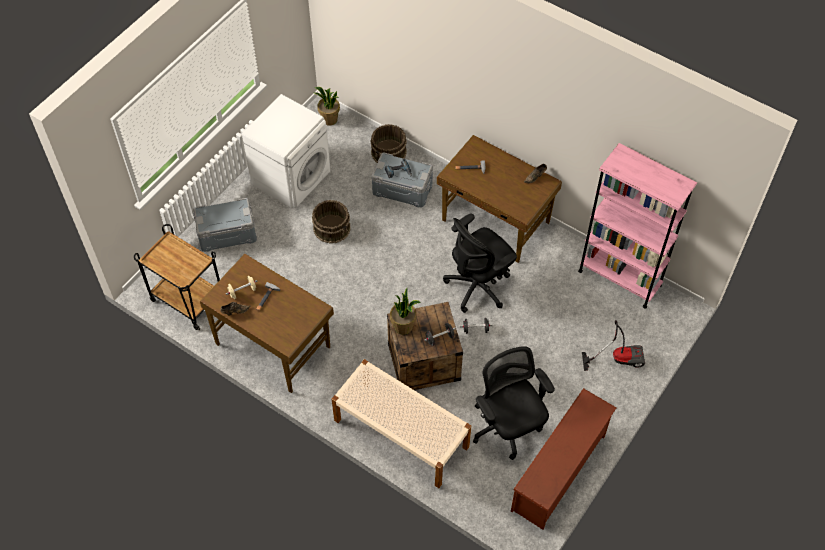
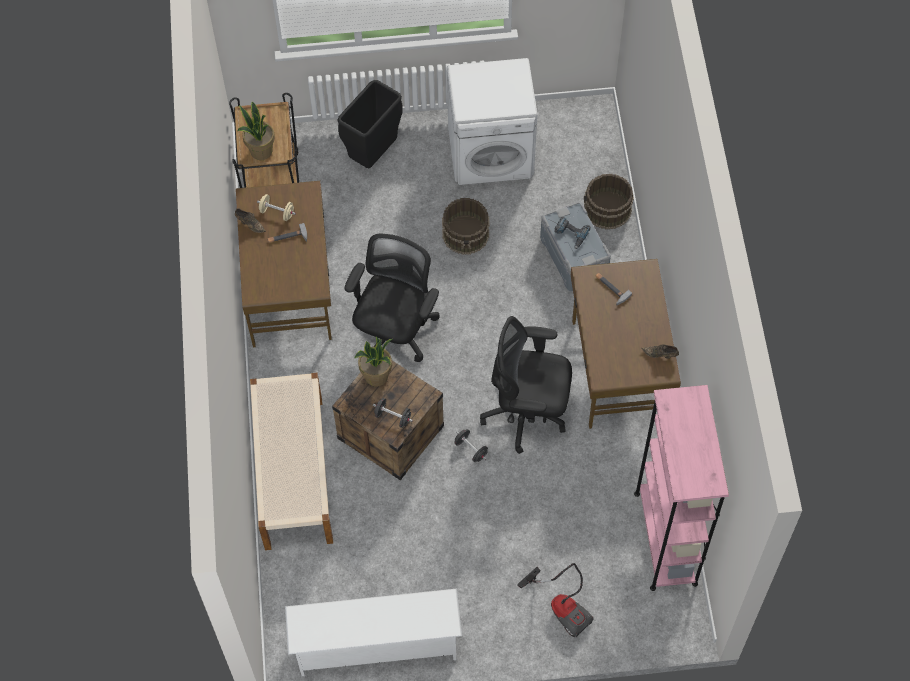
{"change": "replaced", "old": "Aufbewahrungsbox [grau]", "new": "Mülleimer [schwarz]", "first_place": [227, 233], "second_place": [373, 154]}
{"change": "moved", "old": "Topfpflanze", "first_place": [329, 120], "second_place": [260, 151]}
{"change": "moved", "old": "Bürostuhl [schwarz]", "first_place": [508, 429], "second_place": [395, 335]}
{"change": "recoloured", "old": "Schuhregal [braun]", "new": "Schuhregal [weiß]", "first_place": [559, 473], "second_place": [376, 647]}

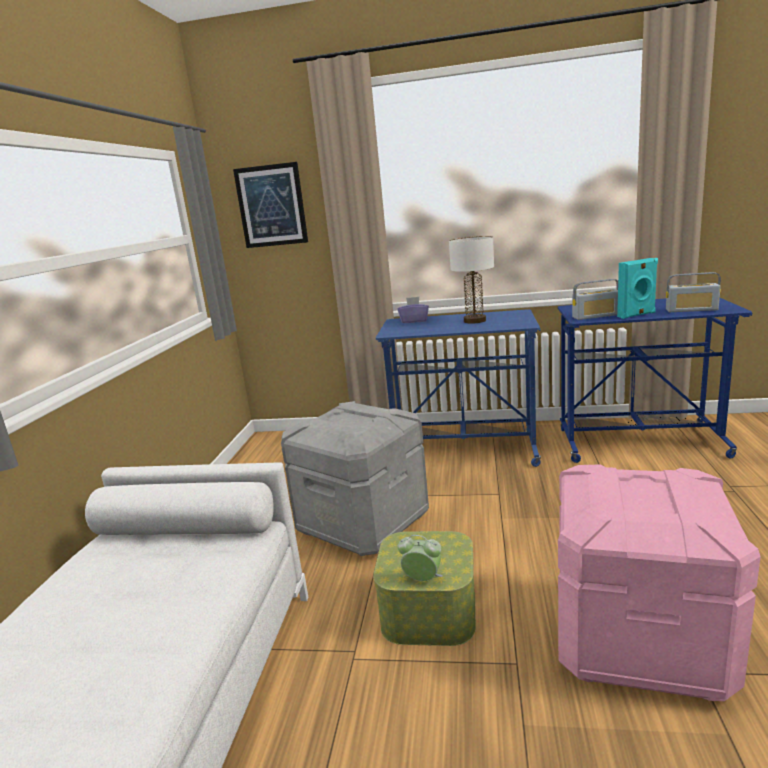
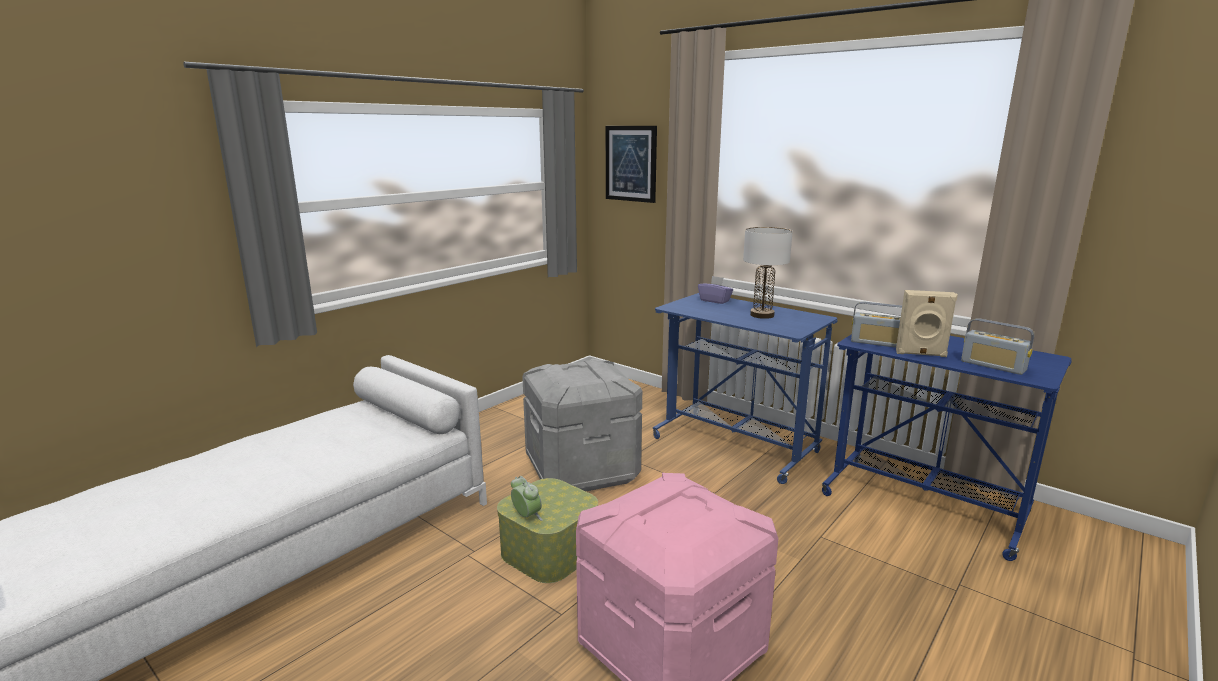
{"change": "recoloured", "old": "Lautsprecher [türkis]", "new": "Lautsprecher [beige]", "first_place": [637, 315], "second_place": [921, 354]}

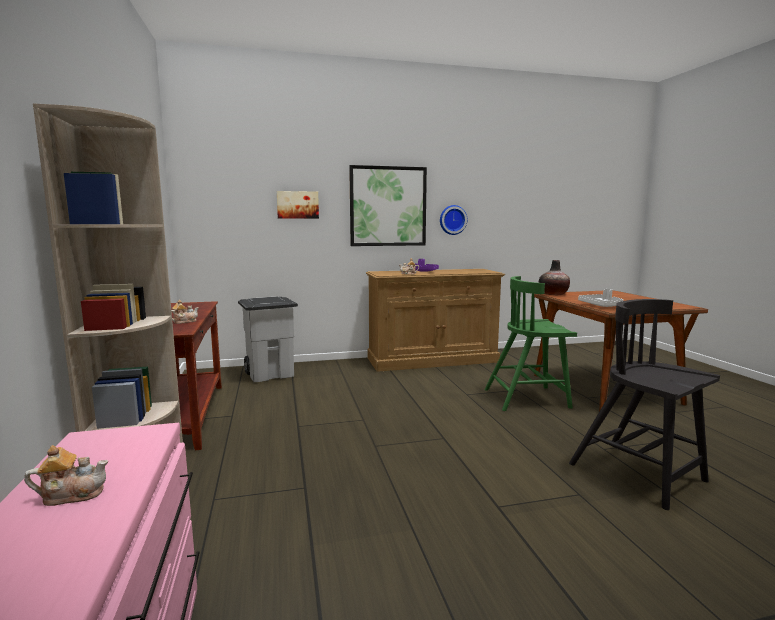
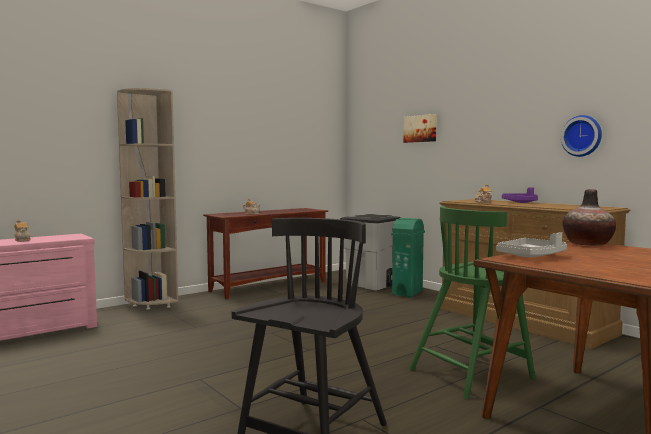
{"change": "removed", "old": "Bild", "first_place": [388, 206]}
{"change": "turned", "old": "Stuhl [grün]", "first_place": [528, 398], "second_place": [473, 373], "degrees": -90}
{"change": "added", "new": "Mülleimer [grün]", "second_place": [407, 292]}

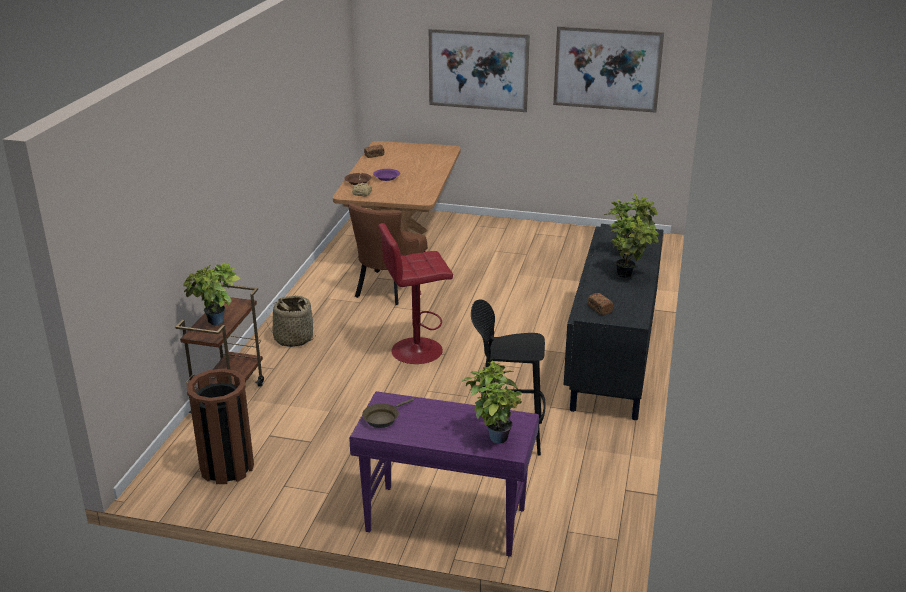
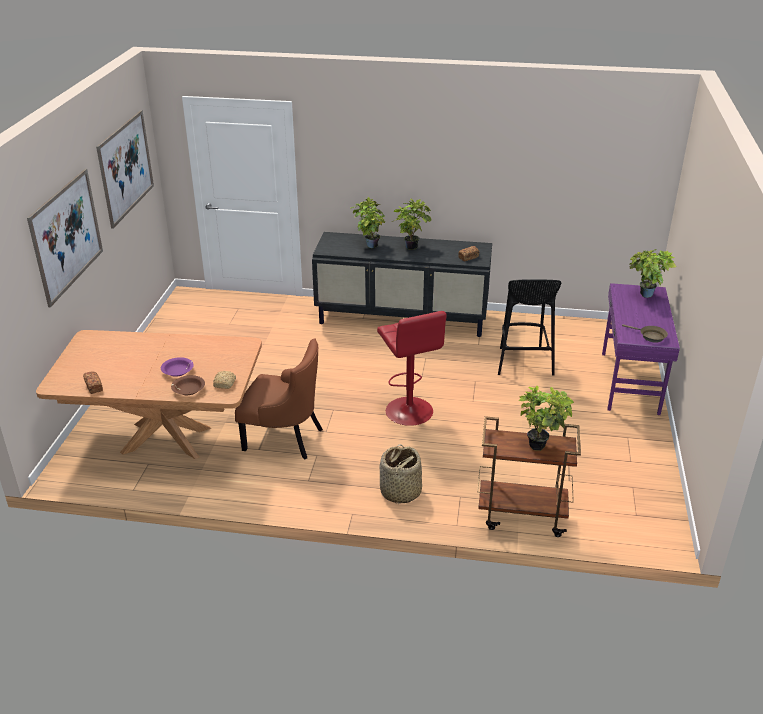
{"change": "removed", "old": "Mülleimer [braun]", "first_place": [227, 467]}

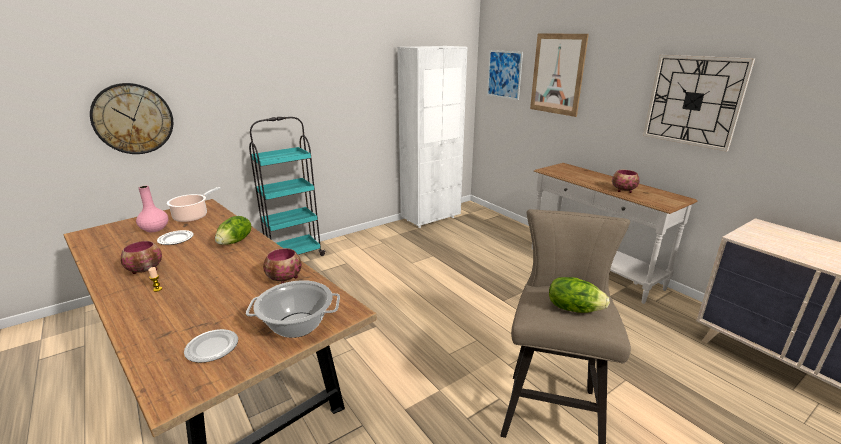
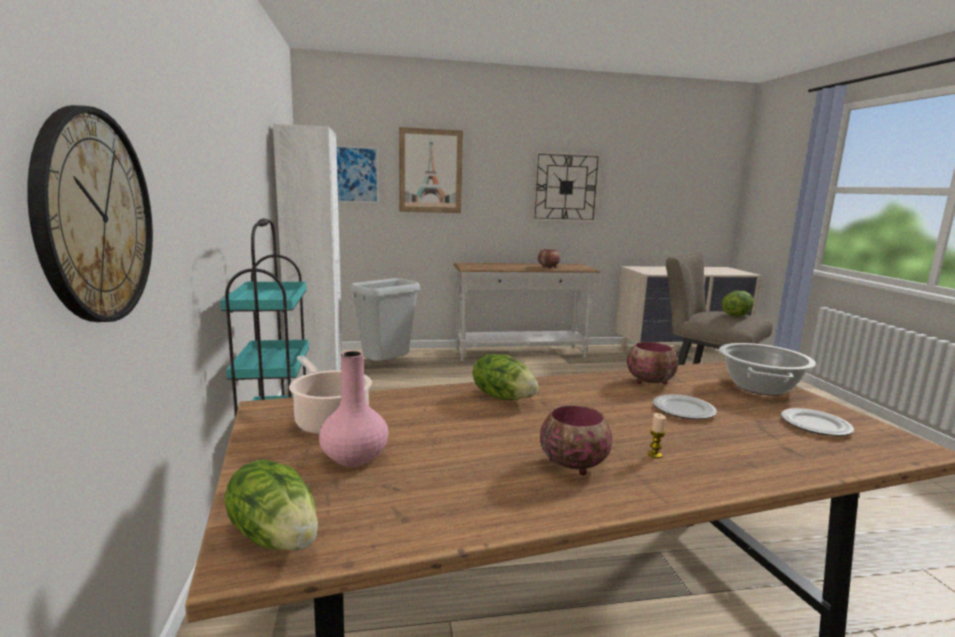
{"change": "moved", "old": "Teller", "first_place": [175, 239], "second_place": [684, 410]}
{"change": "added", "new": "Salatkopf", "second_place": [276, 536]}
{"change": "added", "new": "Mülleimer [grau]", "second_place": [386, 368]}

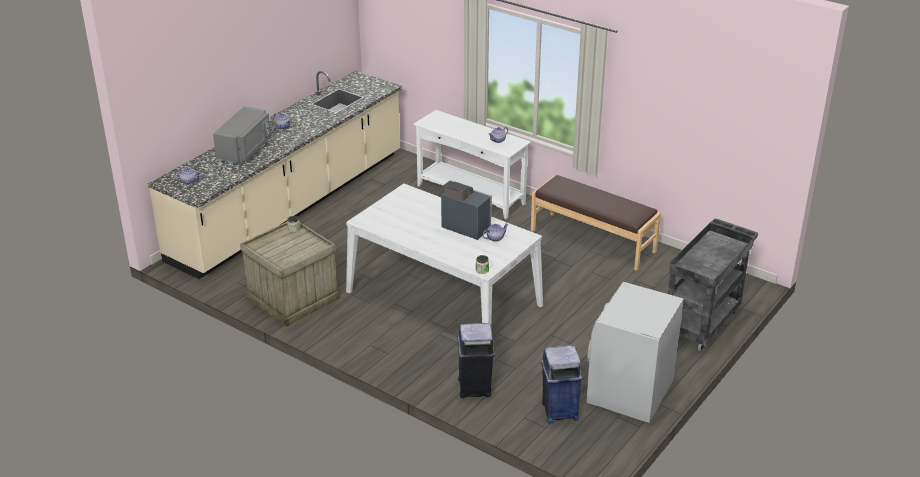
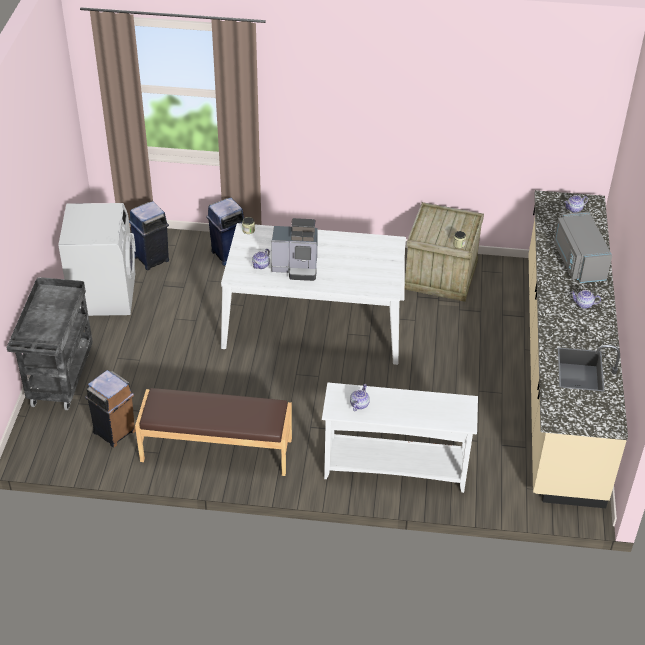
{"change": "added", "new": "Mülleimer [braun]", "second_place": [115, 432]}

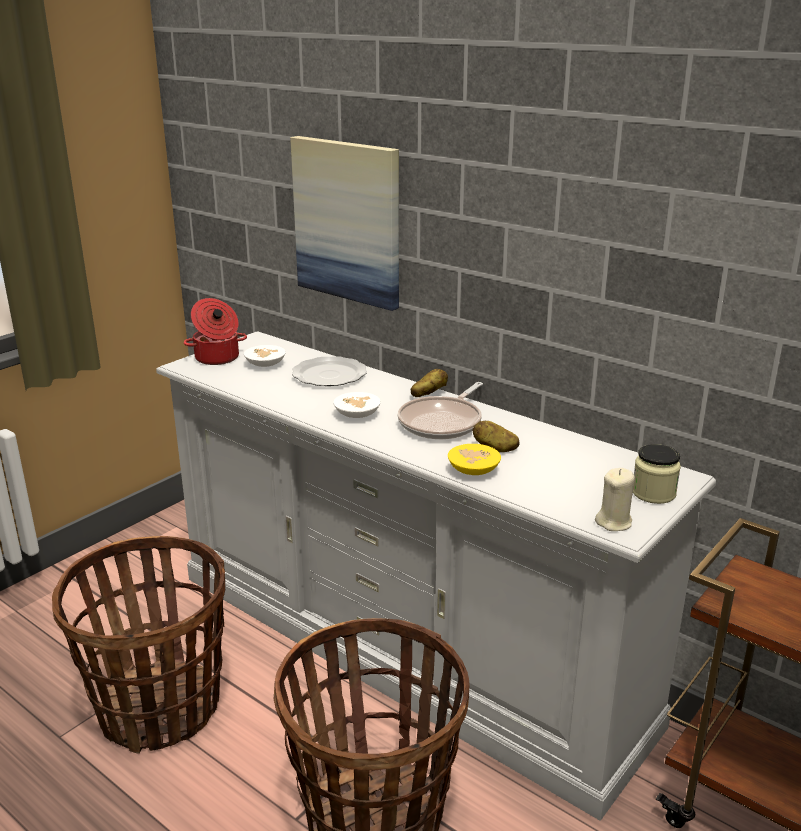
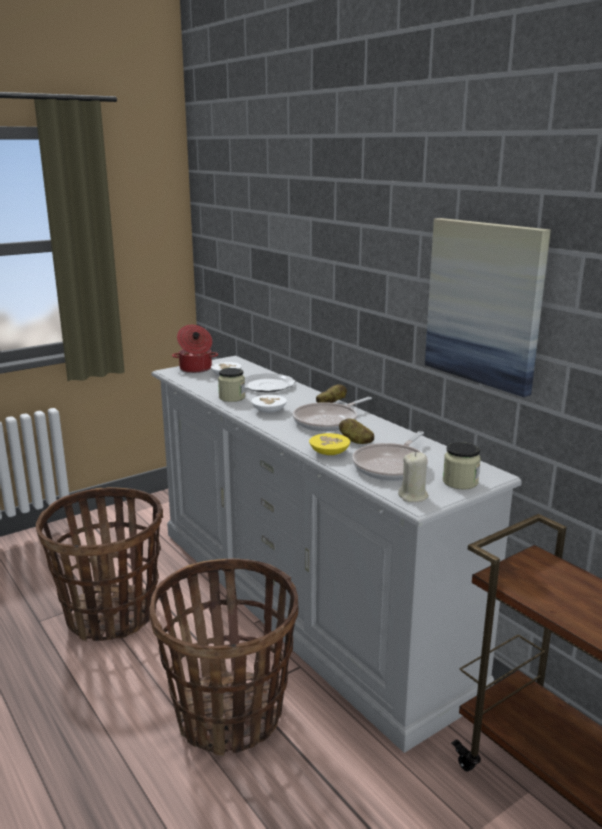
{"change": "moved", "old": "Bild", "first_place": [348, 221], "second_place": [484, 303]}
{"change": "added", "new": "Vorratsglas", "second_place": [232, 397]}
{"change": "added", "new": "Pfanne", "second_place": [392, 466]}

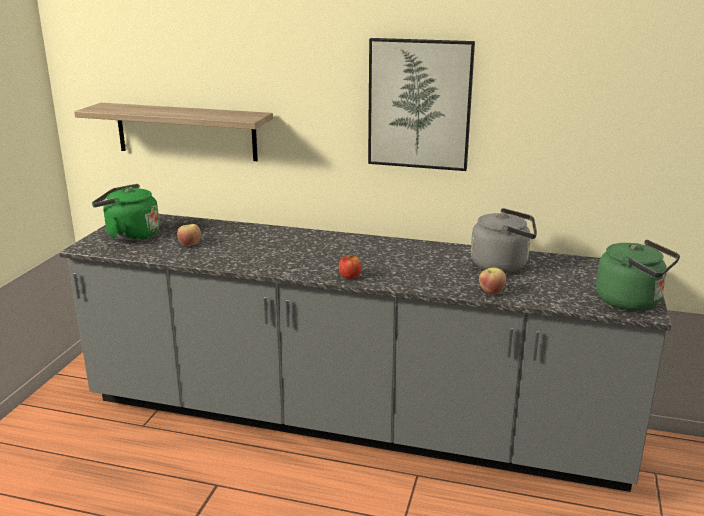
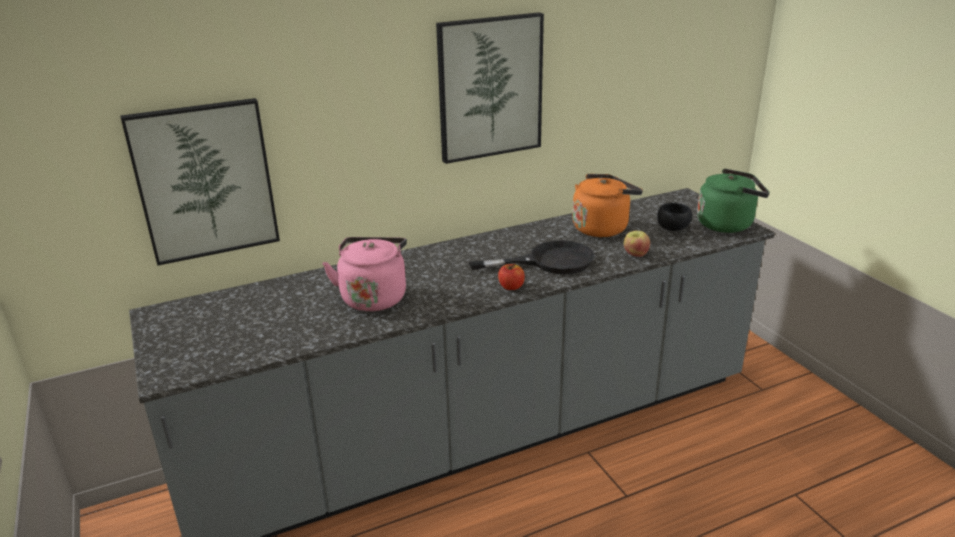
{"change": "replaced", "old": "Wandregal", "new": "Bild", "first_place": [186, 131], "second_place": [205, 181]}
{"change": "removed", "old": "Wasserkessel [grün]", "first_place": [129, 235]}
{"change": "removed", "old": "Apfel", "first_place": [190, 244]}
{"change": "recoloured", "old": "Wasserkessel [grau]", "new": "Wasserkessel [orange]", "first_place": [503, 265], "second_place": [602, 227]}
{"change": "added", "new": "Wasserkessel [rosa]", "second_place": [374, 297]}
{"change": "added", "new": "Pfanne [schwarz]", "second_place": [549, 261]}
{"change": "added", "new": "Schüssel [schwarz]", "second_place": [673, 228]}

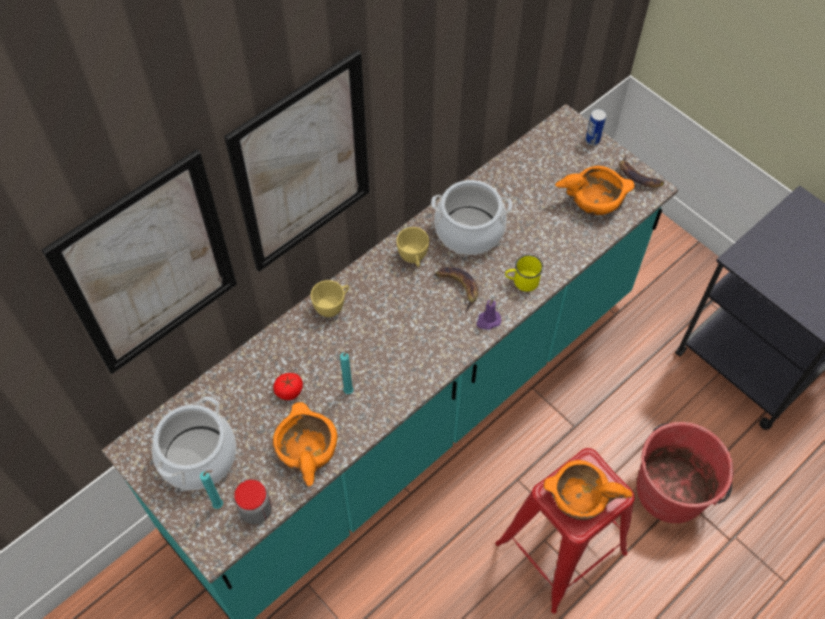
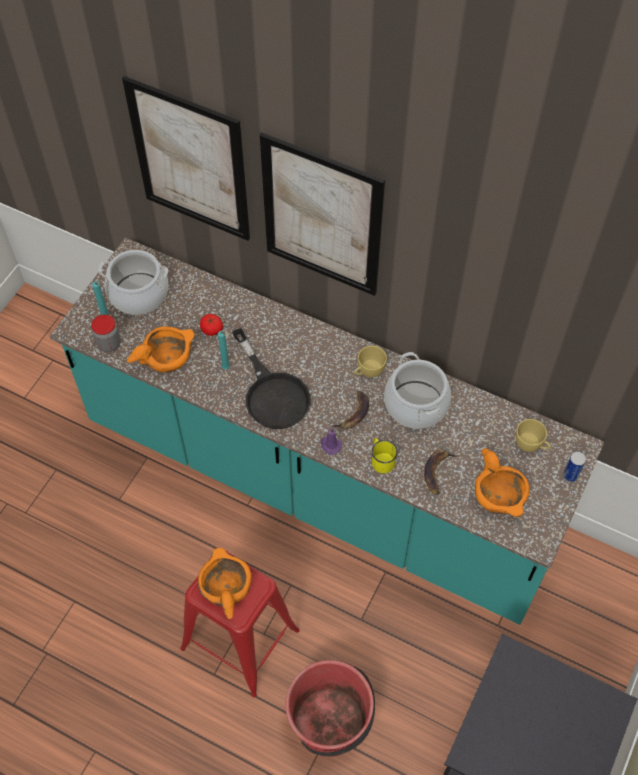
{"change": "moved", "old": "Tasse [gelb]", "first_place": [332, 306], "second_place": [531, 445]}
{"change": "moved", "old": "Banane", "first_place": [637, 176], "second_place": [437, 471]}
{"change": "added", "new": "Pfanne [schwarz]", "second_place": [272, 393]}

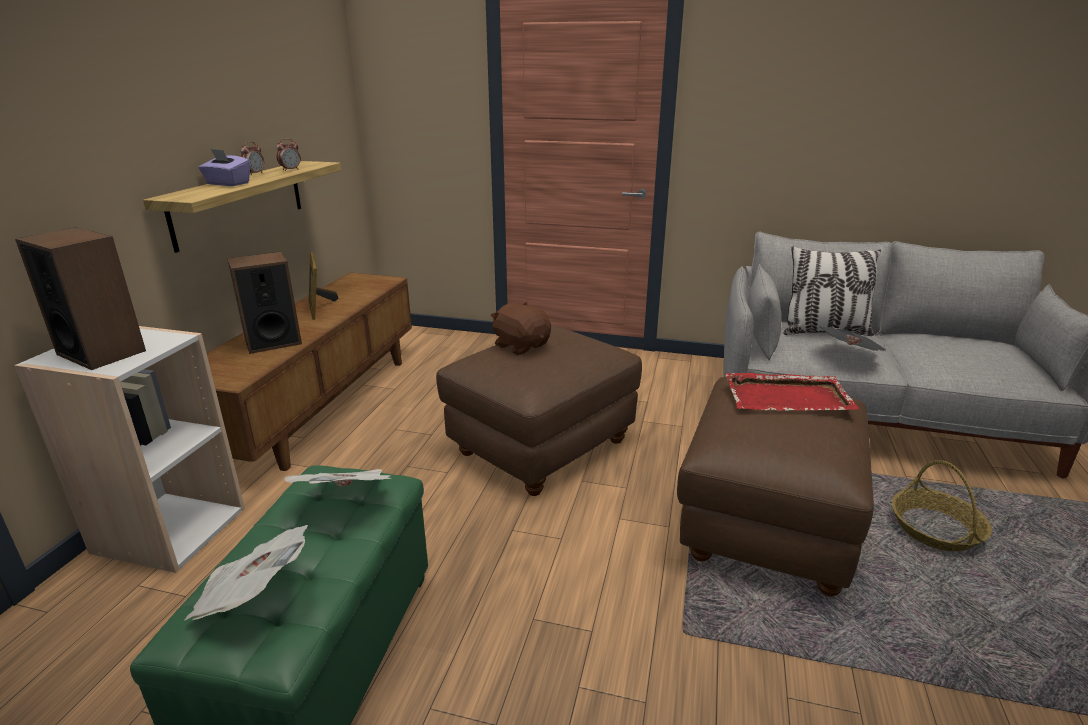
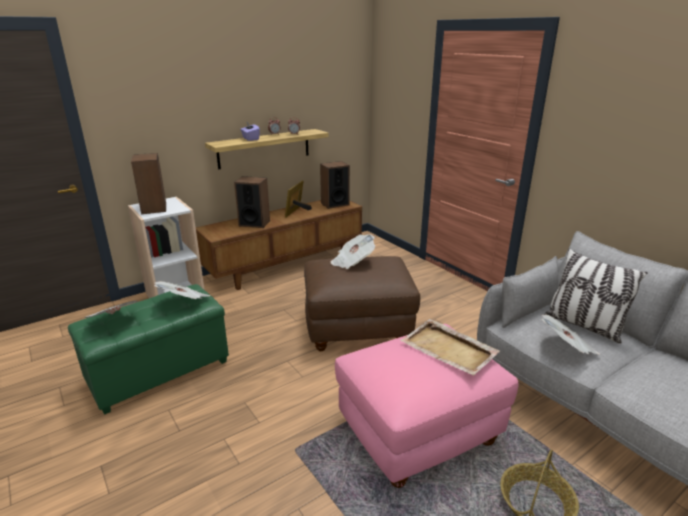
{"change": "replaced", "old": "Plüschtier [braun]", "new": "Zeitung", "first_place": [521, 345], "second_place": [352, 262]}
{"change": "recoloured", "old": "Polsterhocker [braun]", "new": "Polsterhocker [rosa]", "first_place": [765, 523], "second_place": [419, 430]}
{"change": "recoloured", "old": "Tablett [rot]", "new": "Tablett [beige]", "first_place": [788, 397], "second_place": [449, 349]}
{"change": "added", "new": "Lautsprecher", "second_place": [334, 204]}

